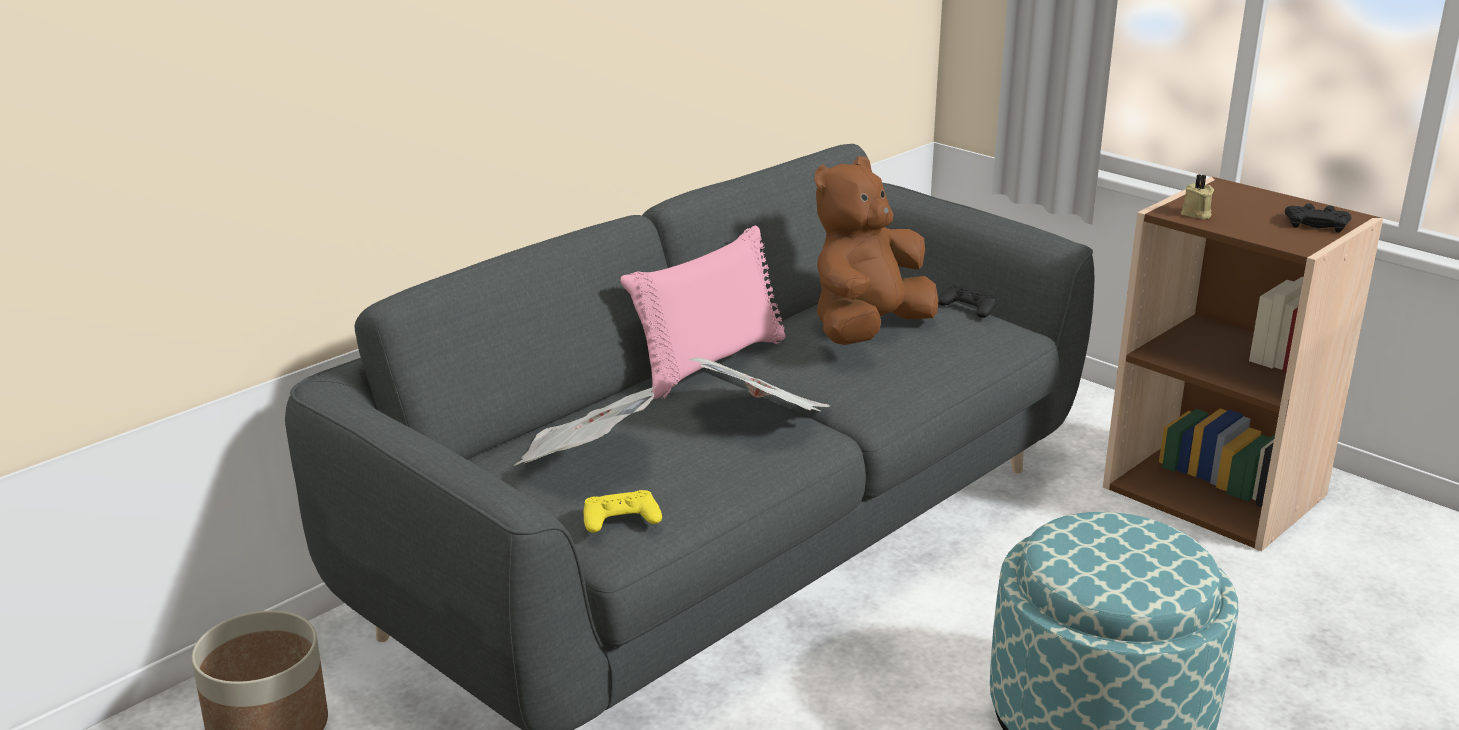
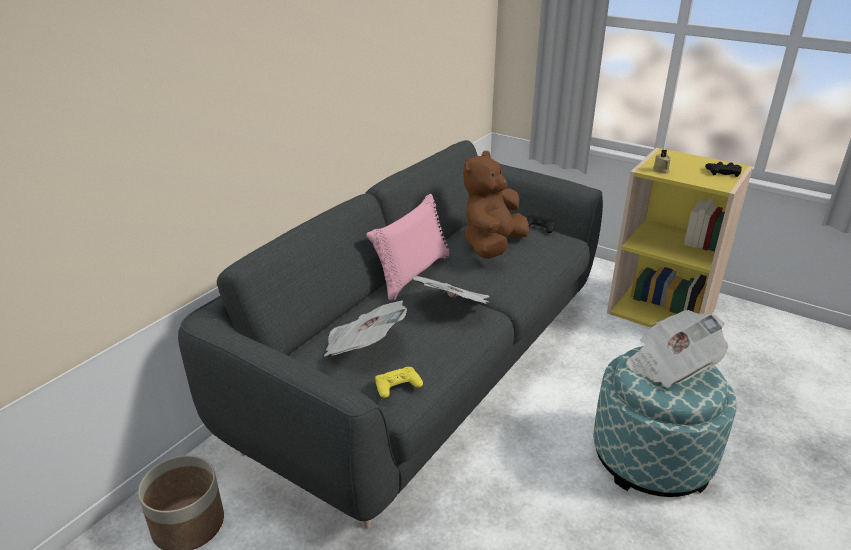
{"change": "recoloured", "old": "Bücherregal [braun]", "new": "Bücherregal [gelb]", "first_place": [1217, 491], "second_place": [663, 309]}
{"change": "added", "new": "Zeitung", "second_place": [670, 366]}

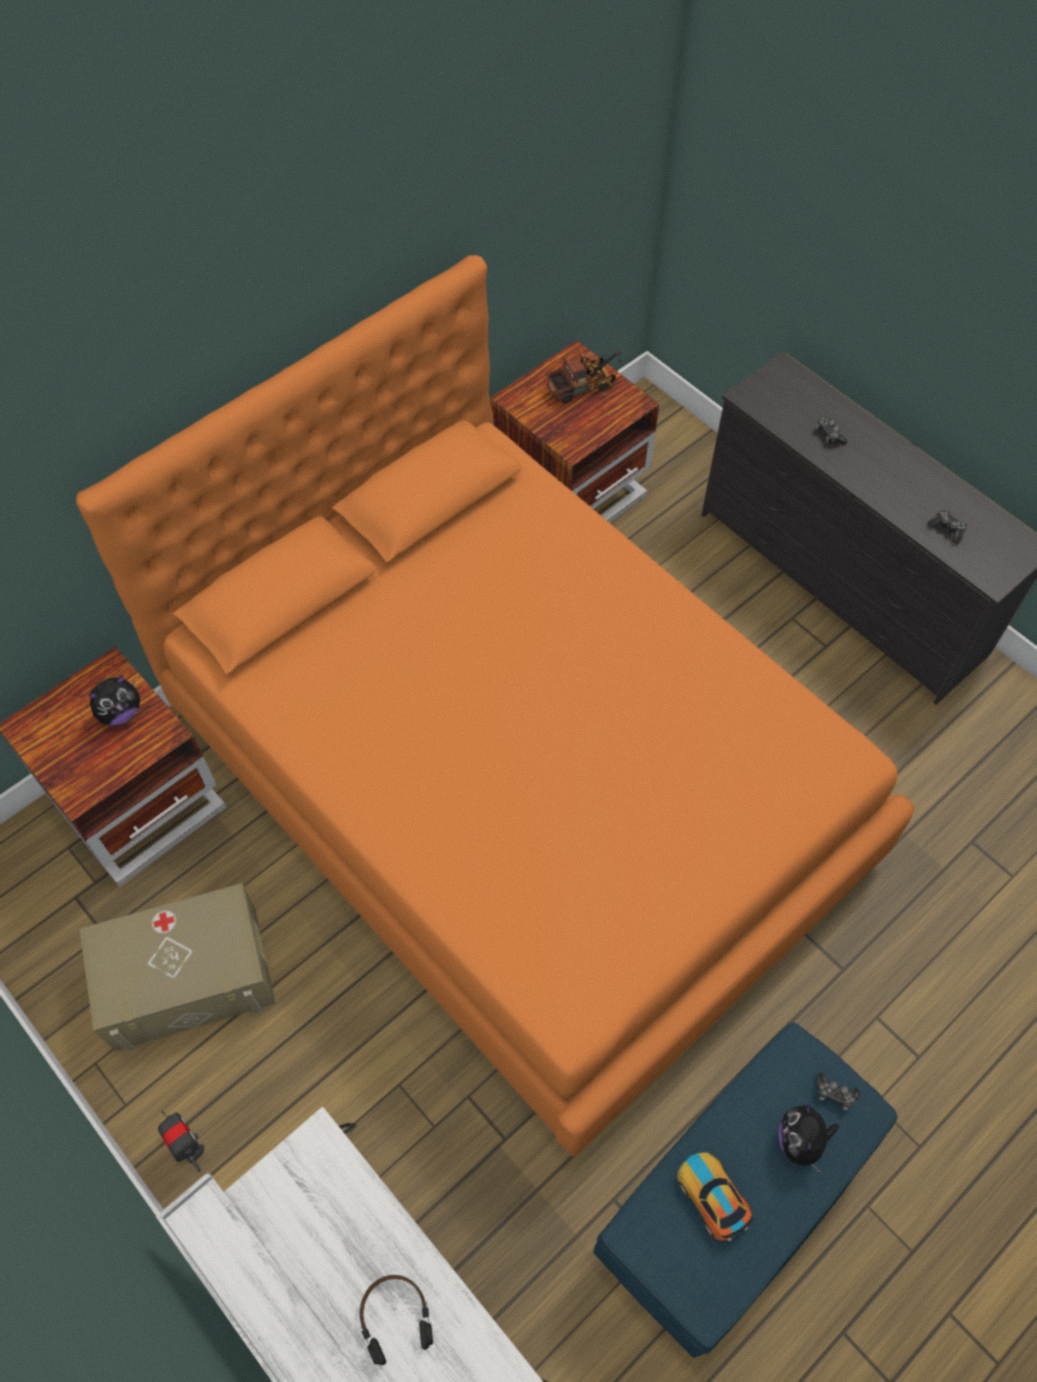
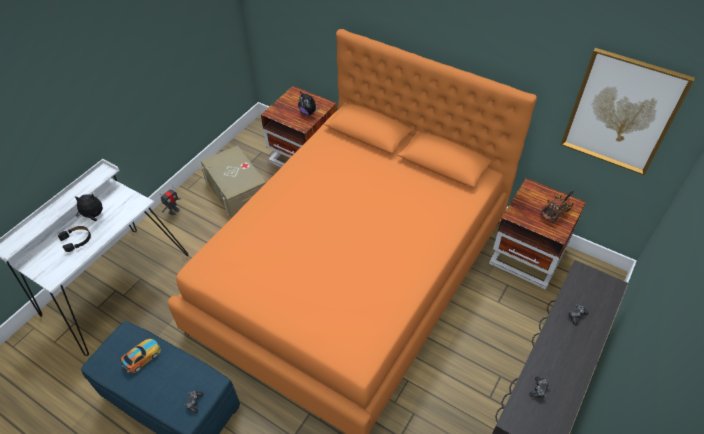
{"change": "turned", "old": "Spielzeuglaster", "first_place": [585, 386], "second_place": [556, 211], "degrees": -90}
{"change": "moved", "old": "Plüschtier", "first_place": [801, 1141], "second_place": [93, 216]}
{"change": "added", "new": "Bild", "second_place": [621, 113]}

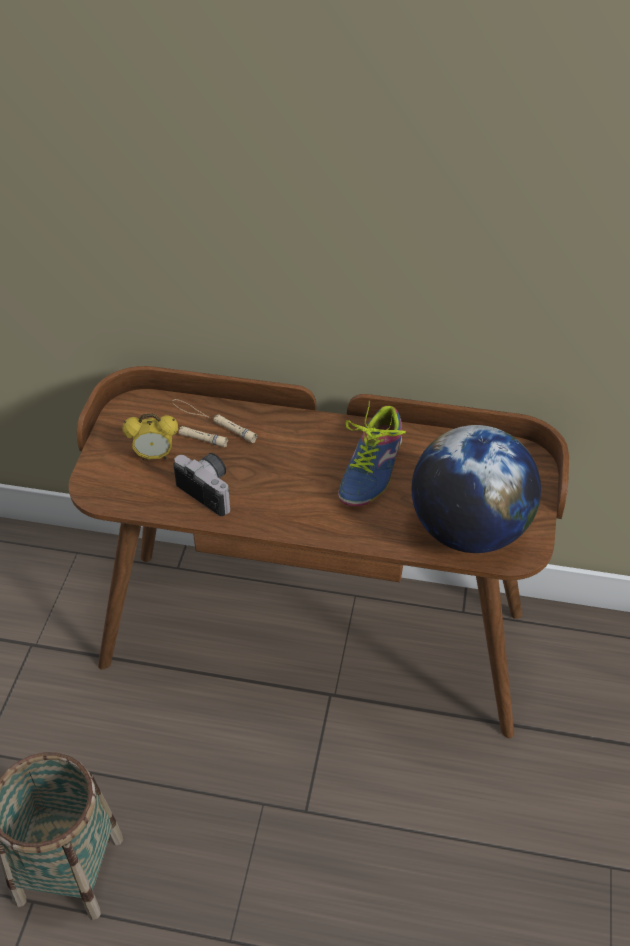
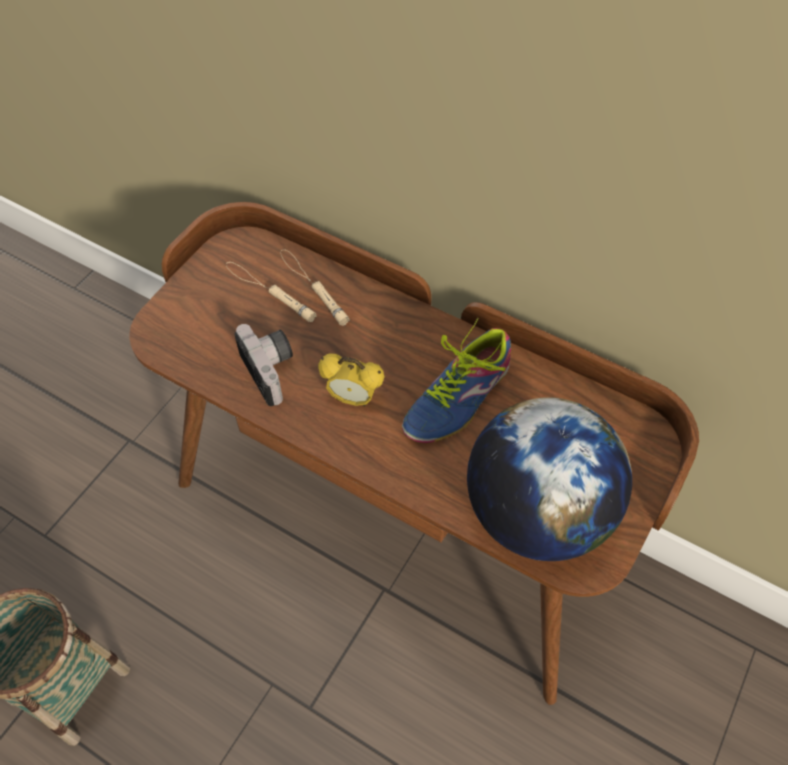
{"change": "moved", "old": "Wecker", "first_place": [154, 456], "second_place": [353, 398]}

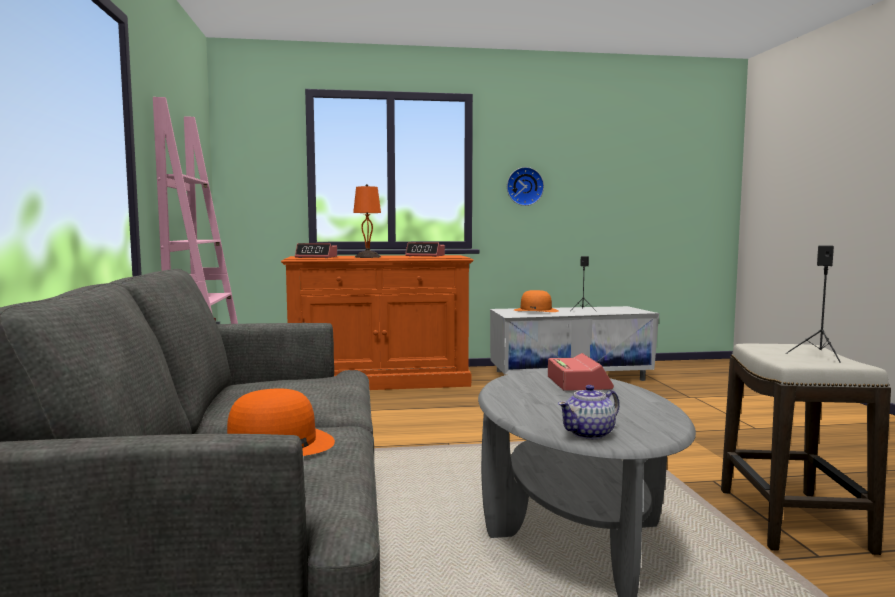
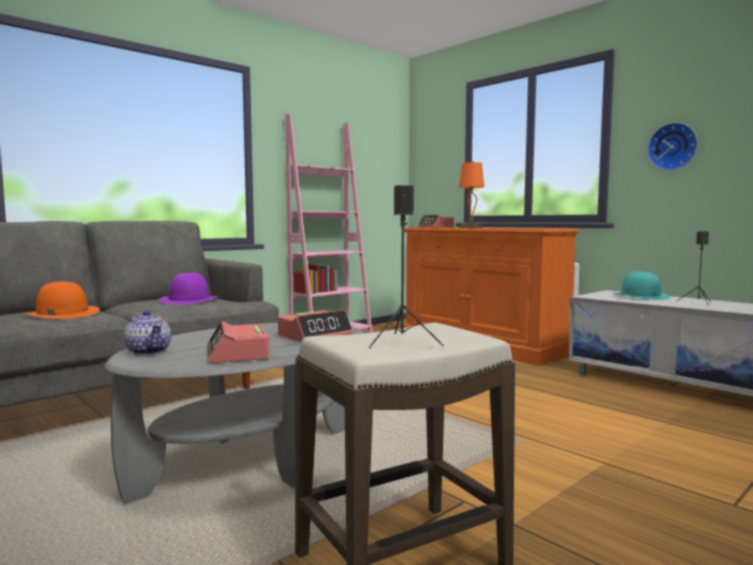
{"change": "moved", "old": "Wecker", "first_place": [425, 256], "second_place": [237, 354]}
{"change": "recoloured", "old": "Hut [orange]", "new": "Hut [türkis]", "first_place": [536, 310], "second_place": [641, 296]}
{"change": "turned", "old": "Teekanne", "first_place": [589, 434], "second_place": [149, 351], "degrees": -150}
{"change": "added", "new": "Hut [lila]", "second_place": [189, 300]}

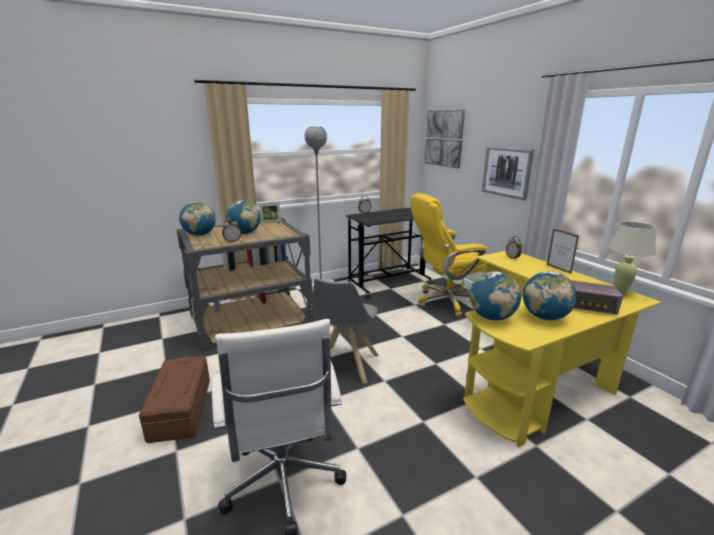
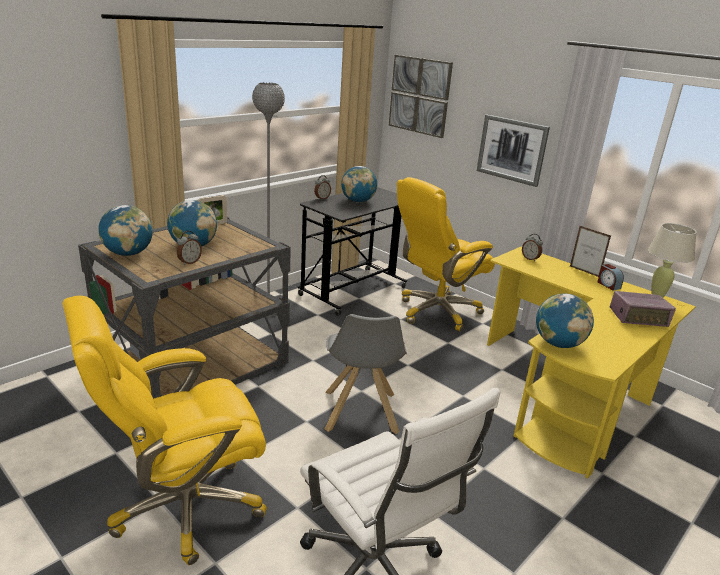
{"change": "replaced", "old": "Aufbewahrungsbox [braun]", "new": "Bürostuhl [gelb]", "first_place": [180, 409], "second_place": [182, 509]}
{"change": "moved", "old": "Globus", "first_place": [545, 317], "second_place": [358, 201]}
{"change": "added", "new": "Wecker", "second_place": [608, 285]}

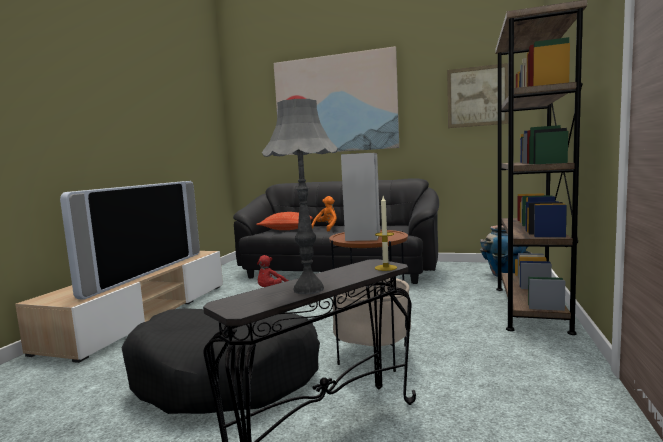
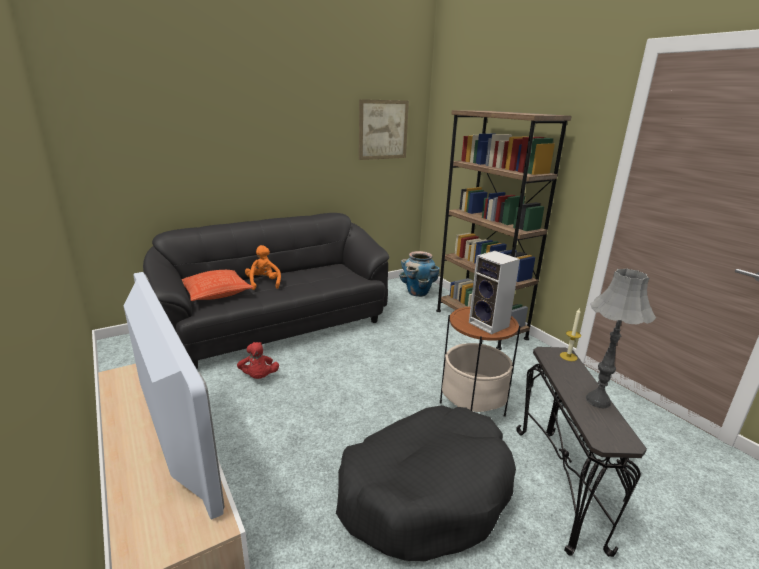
{"change": "removed", "old": "Bild", "first_place": [335, 104]}

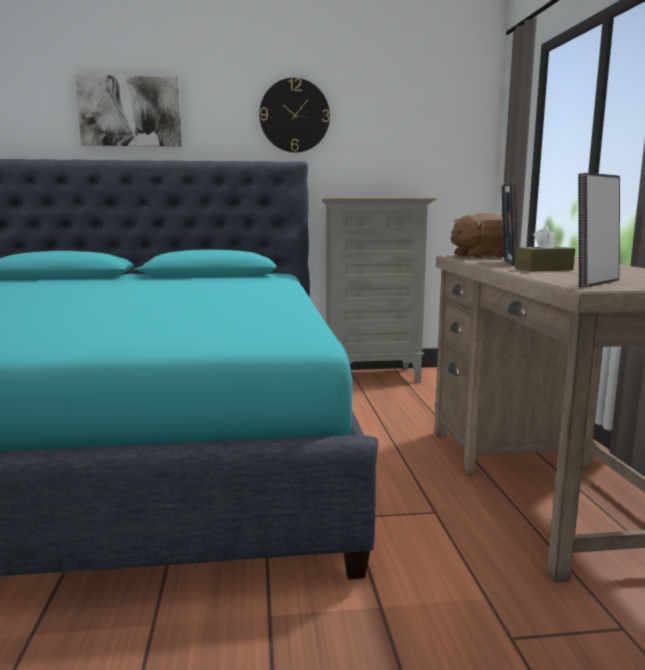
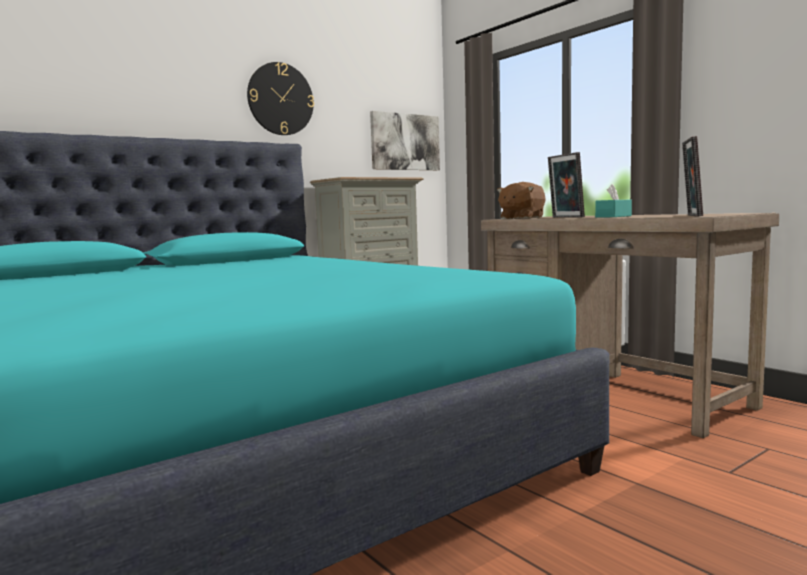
{"change": "moved", "old": "Bild", "first_place": [130, 111], "second_place": [405, 142]}
{"change": "recoloured", "old": "Taschentuchbox [braun]", "new": "Taschentuchbox [türkis]", "first_place": [543, 269], "second_place": [613, 216]}

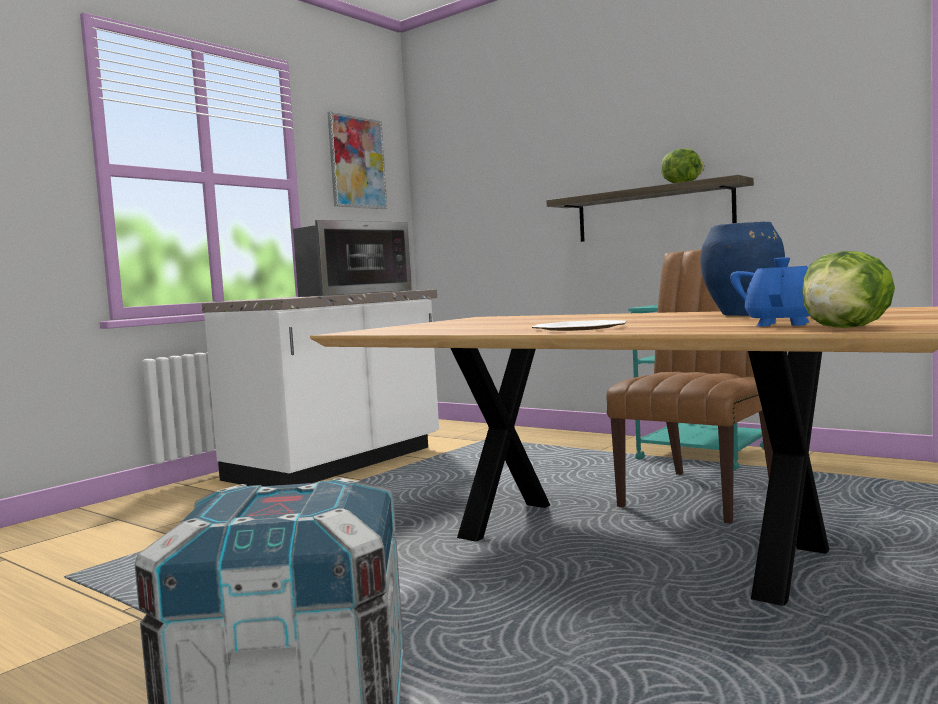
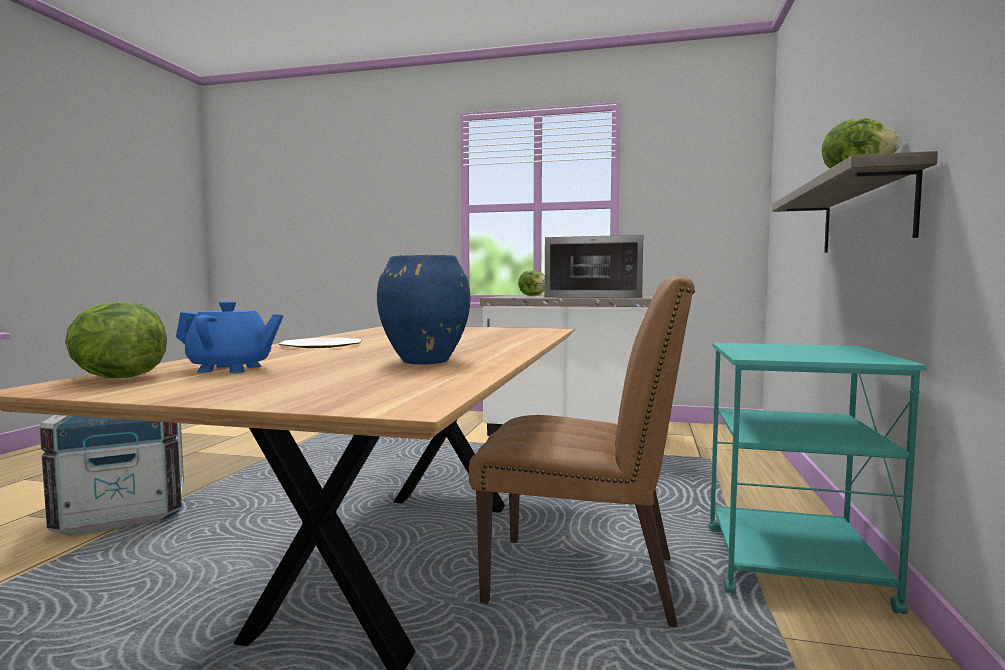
{"change": "removed", "old": "Bild", "first_place": [357, 162]}
{"change": "added", "new": "Salatkopf", "second_place": [533, 295]}

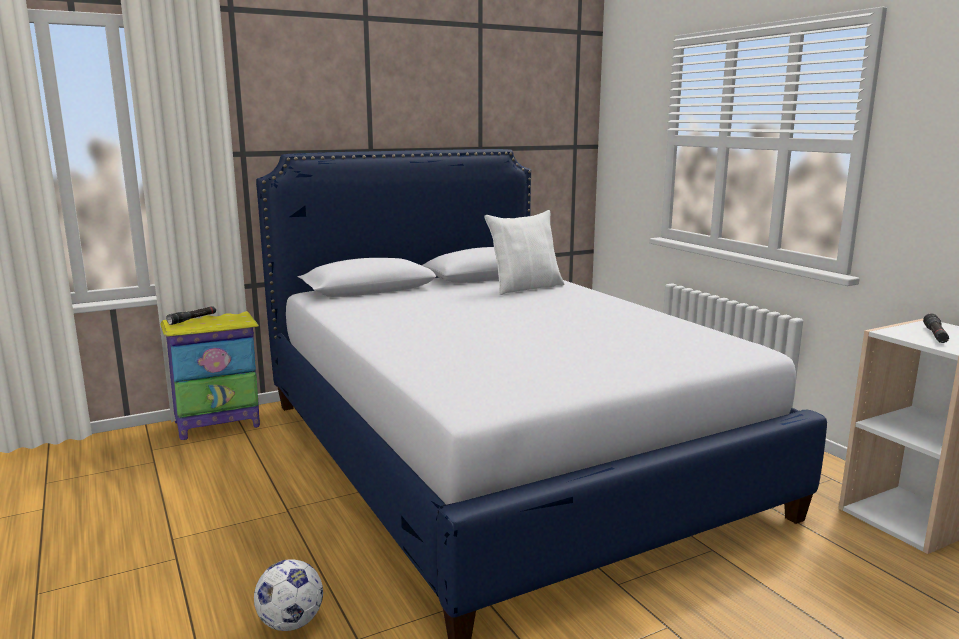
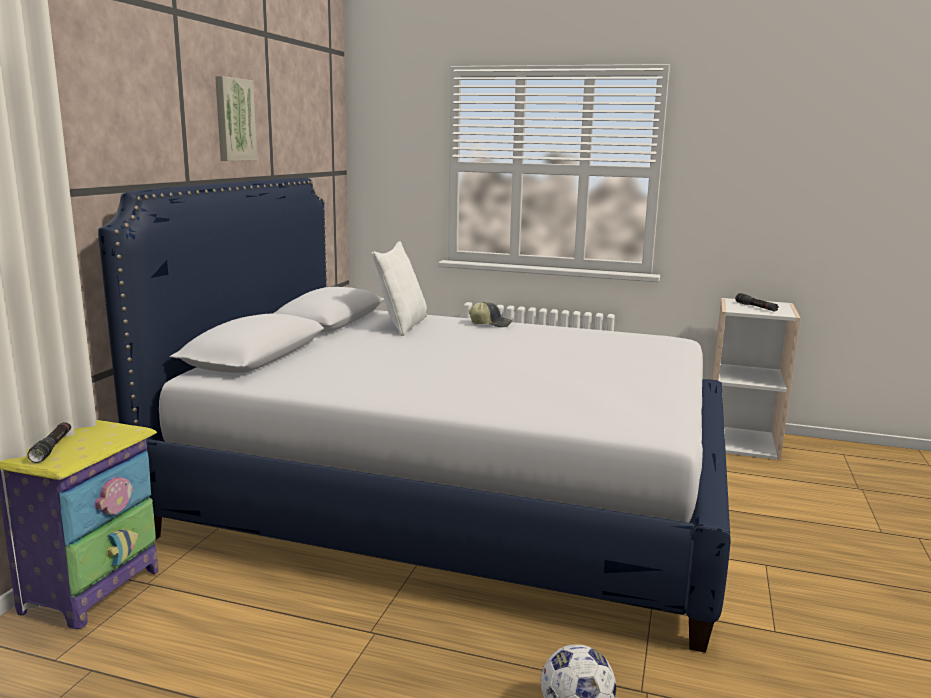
{"change": "added", "new": "Bild", "second_place": [233, 119]}
{"change": "added", "new": "Kappe", "second_place": [491, 324]}

